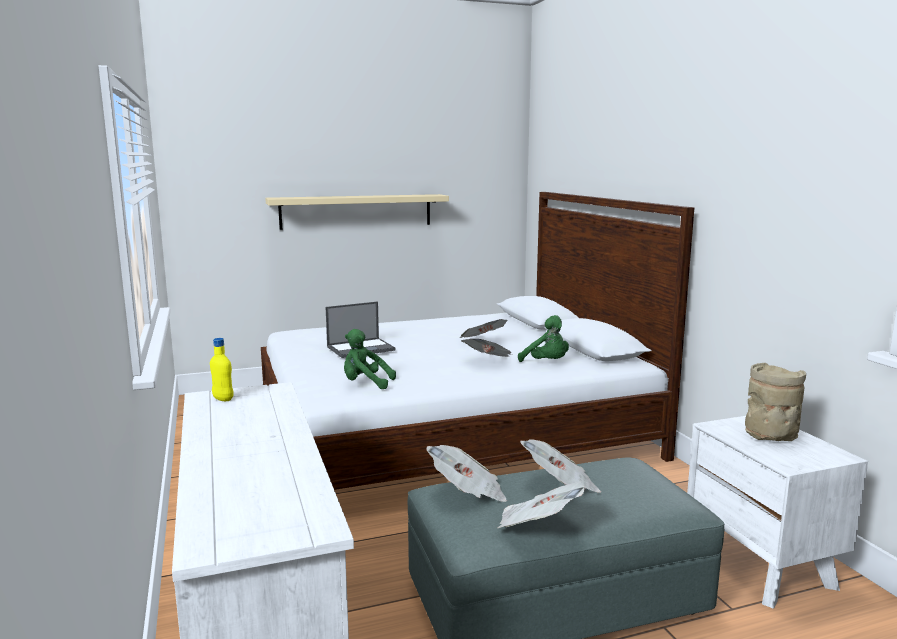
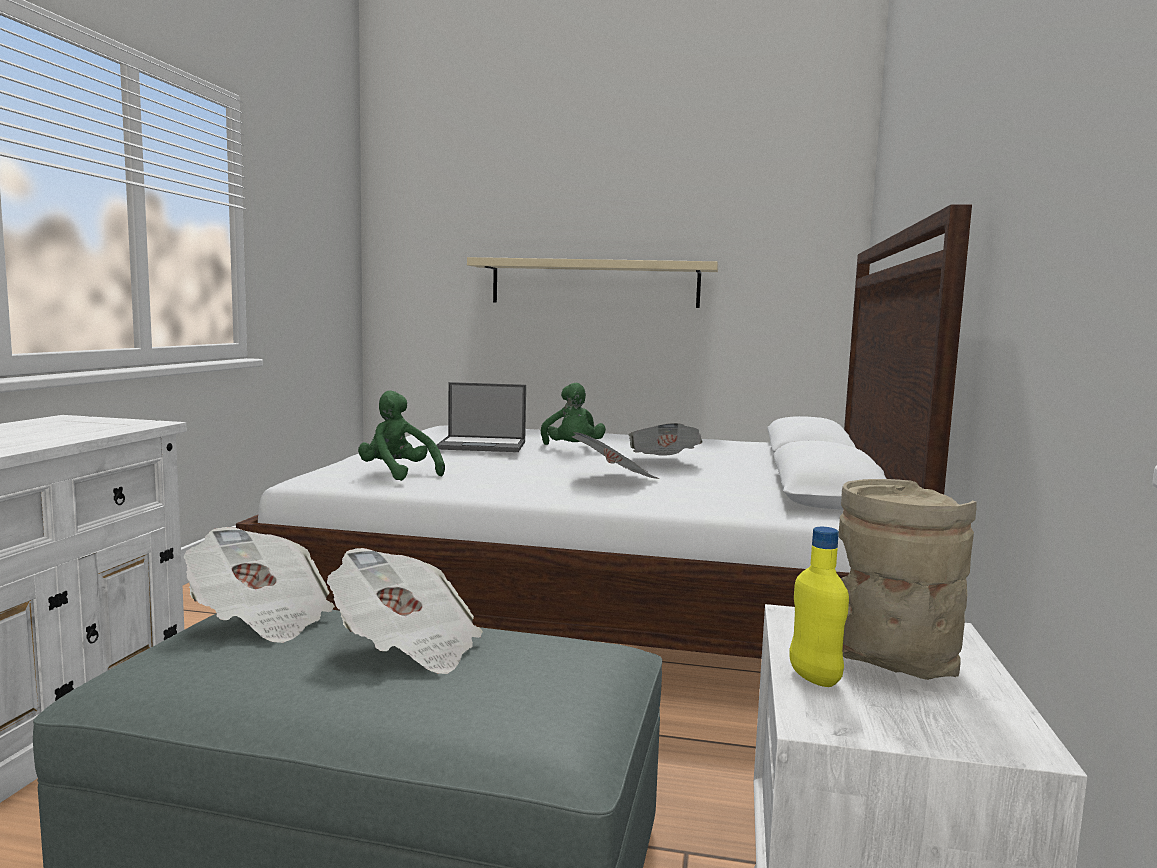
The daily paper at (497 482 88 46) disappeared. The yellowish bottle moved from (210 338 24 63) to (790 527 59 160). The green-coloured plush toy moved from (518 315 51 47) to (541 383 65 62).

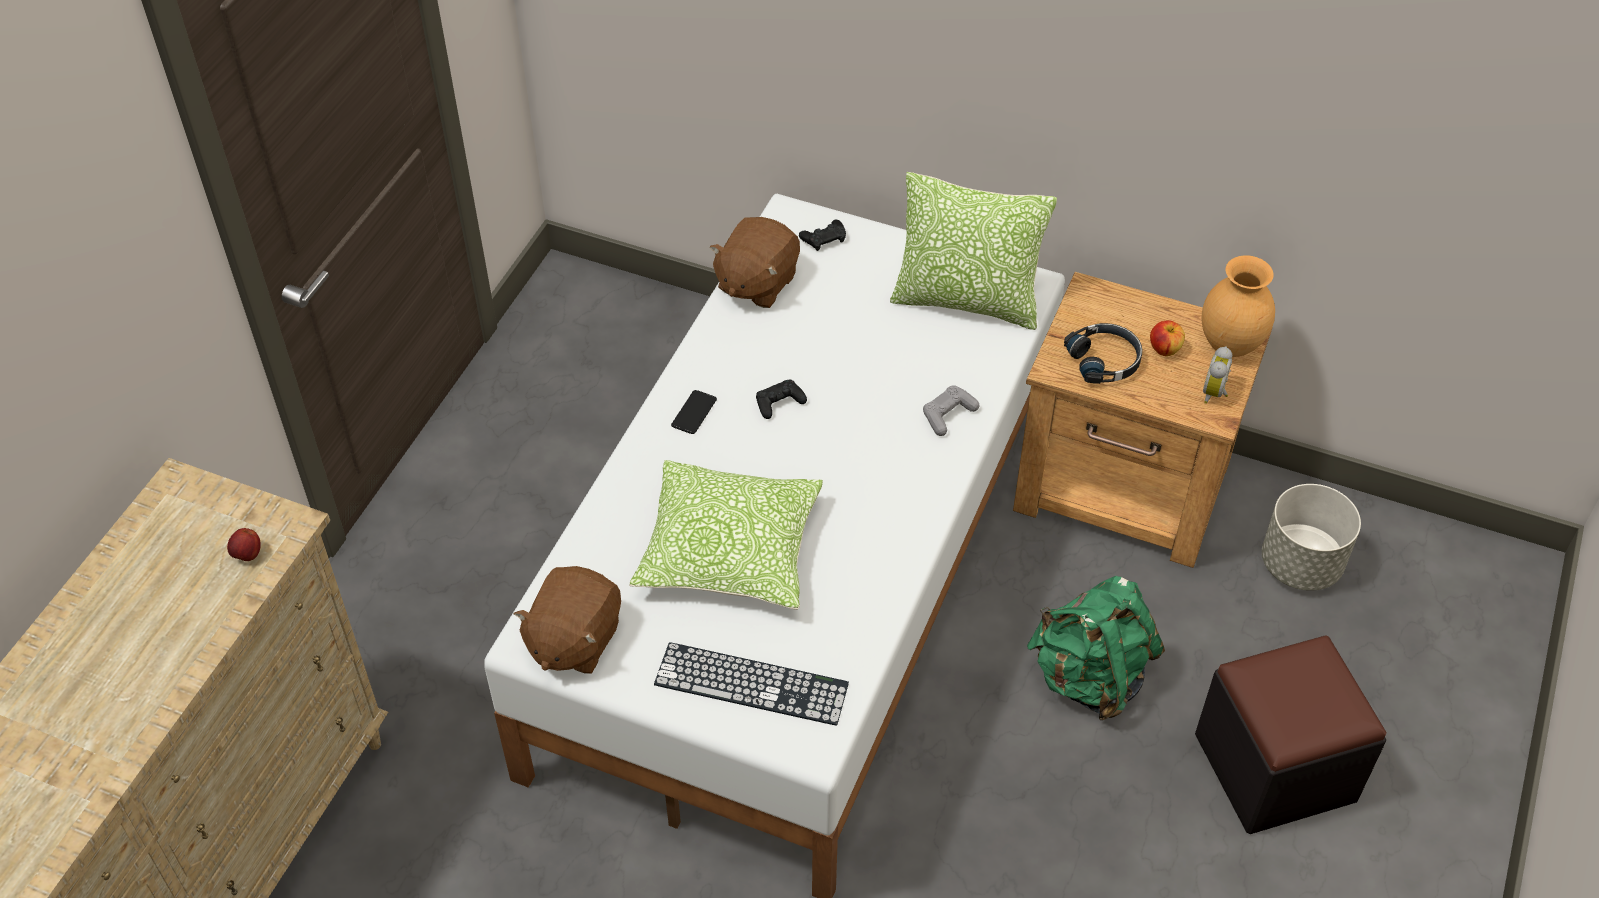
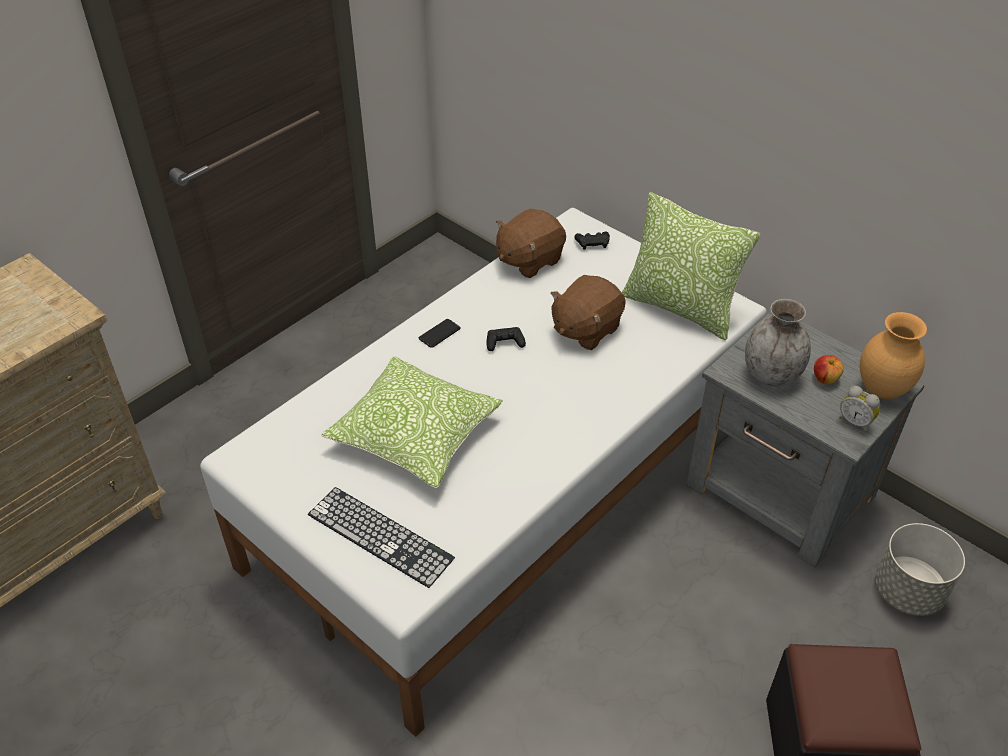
The whole apple at (227 528 34 33) disappeared. The gray joypad at (923 385 57 51) disappeared. The green-coloured knapsack at (1027 576 138 144) disappeared. The brown-coloured plush toy moved from (513 566 108 108) to (550 275 76 75). The black headset at (1064 323 78 61) was replaced by the gray decorative vase at (745 299 66 88). The brown-coloured nightstand at (1013 272 259 296) became the gray nightstand at (686 312 238 256). The bedside clock at (1203 347 29 57) turned 90 degrees counterclockwise.

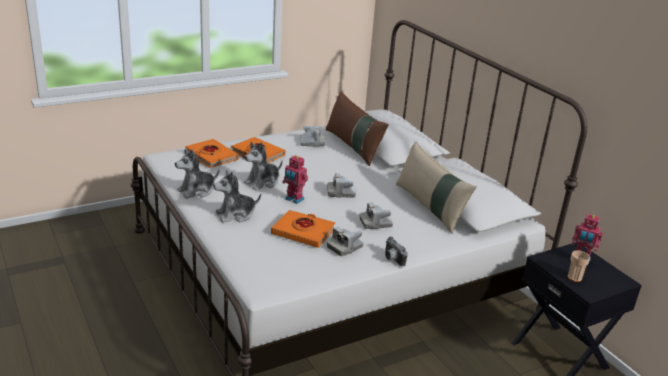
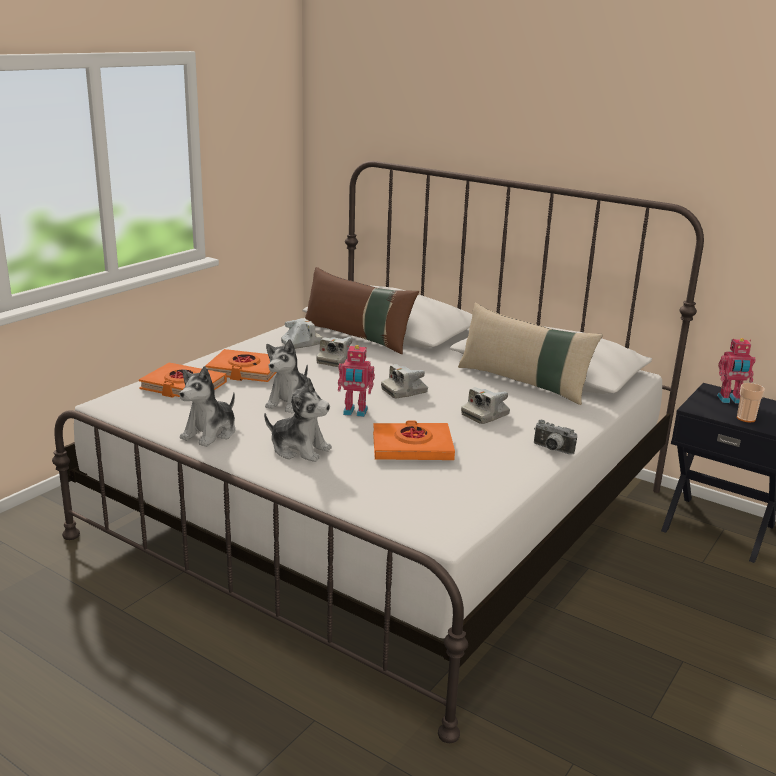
The photo camera moved from (327 227 37 29) to (316 337 37 30). The plush toy at (213 170 48 53) turned 105 degrees counterclockwise.

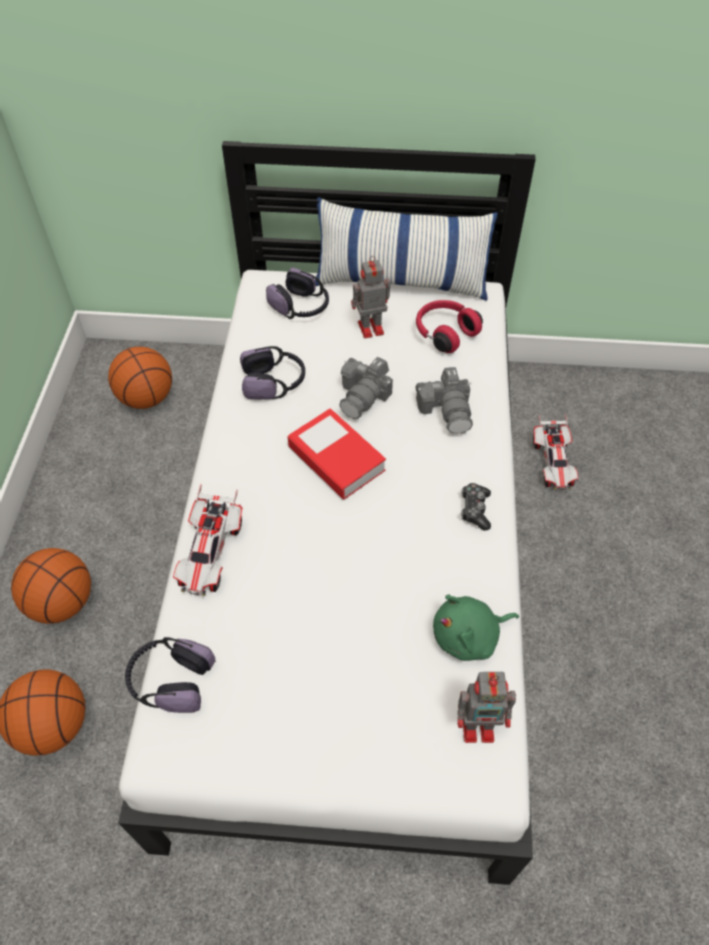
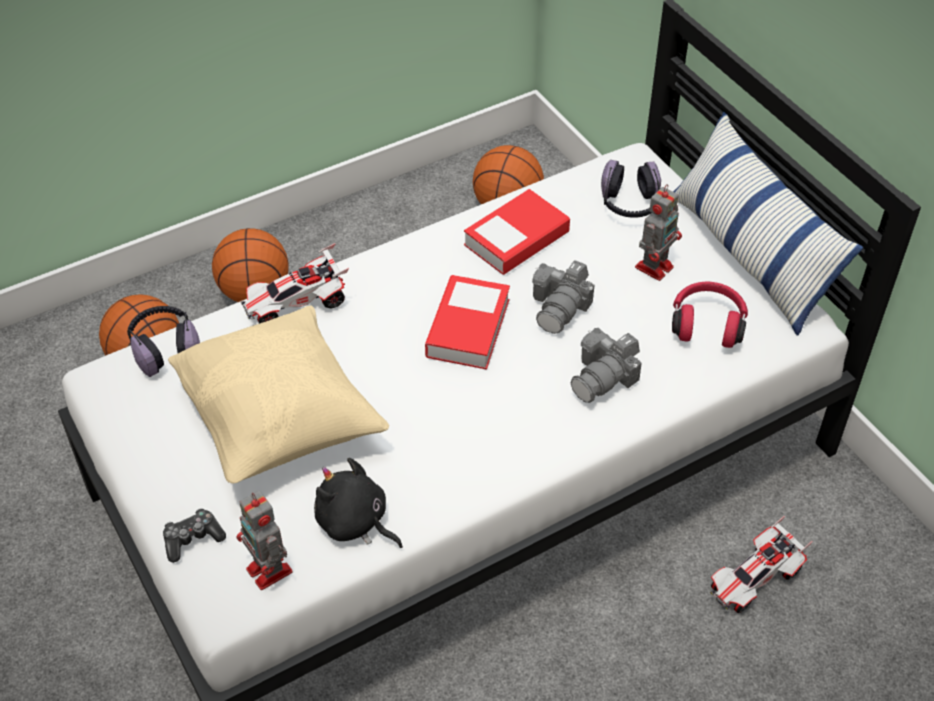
The sand-coloured pillow at (168 306 221 177) appeared. The joypad moved from (461 483 30 48) to (163 508 63 55). The headset at (240 346 65 53) was replaced by the book at (464 189 106 86). The green-coloured plush toy at (433 595 86 66) became the black plush toy at (314 458 89 90). The photo camera at (339 357 54 62) turned 60 degrees counterclockwise. The toy robot at (351 256 39 82) turned 90 degrees clockwise.

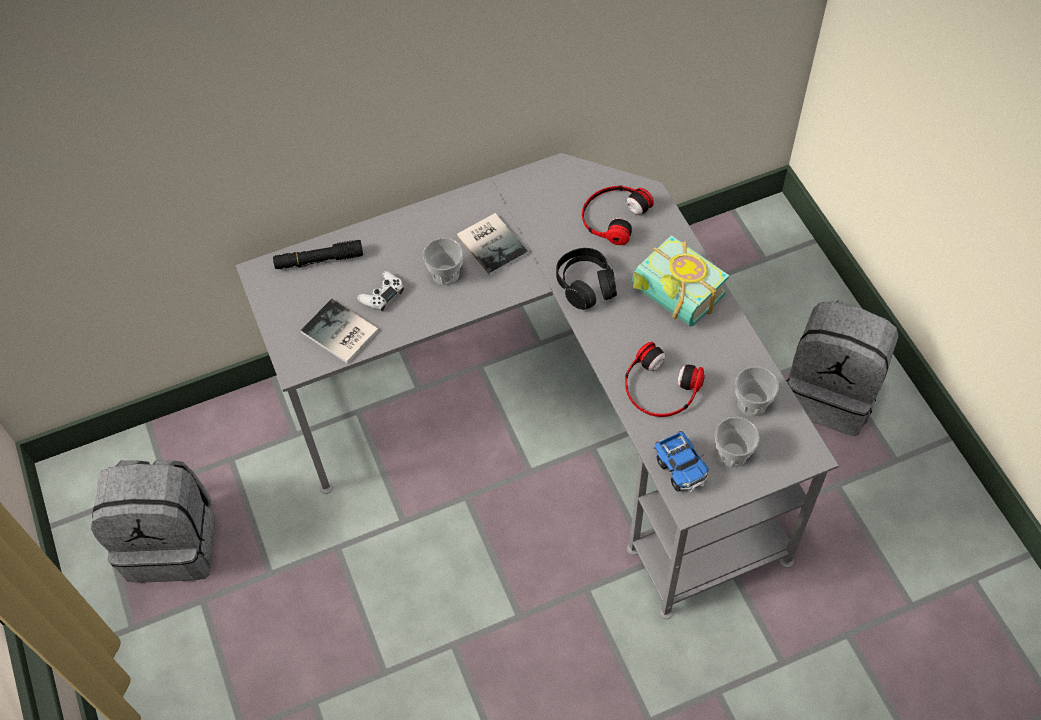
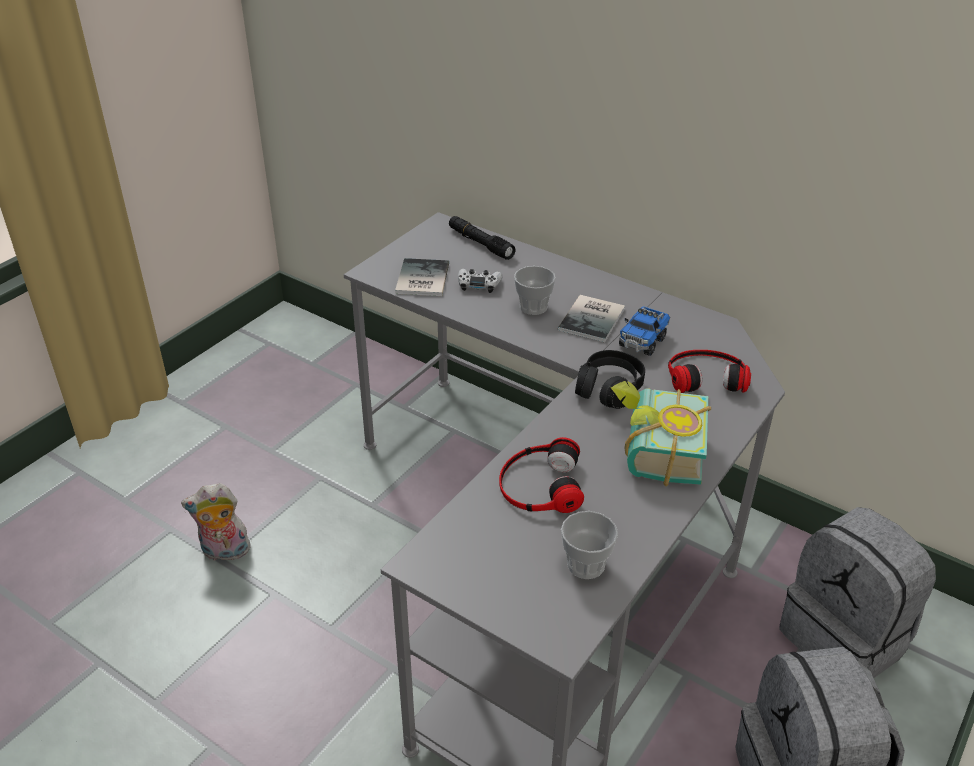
The small cup at (715 417 45 50) disappeared. The plush toy at (181 483 73 78) appeared. The gray knapsack moved from (91 460 124 123) to (779 507 157 171). The toy truck moved from (654 431 55 61) to (619 307 51 49).

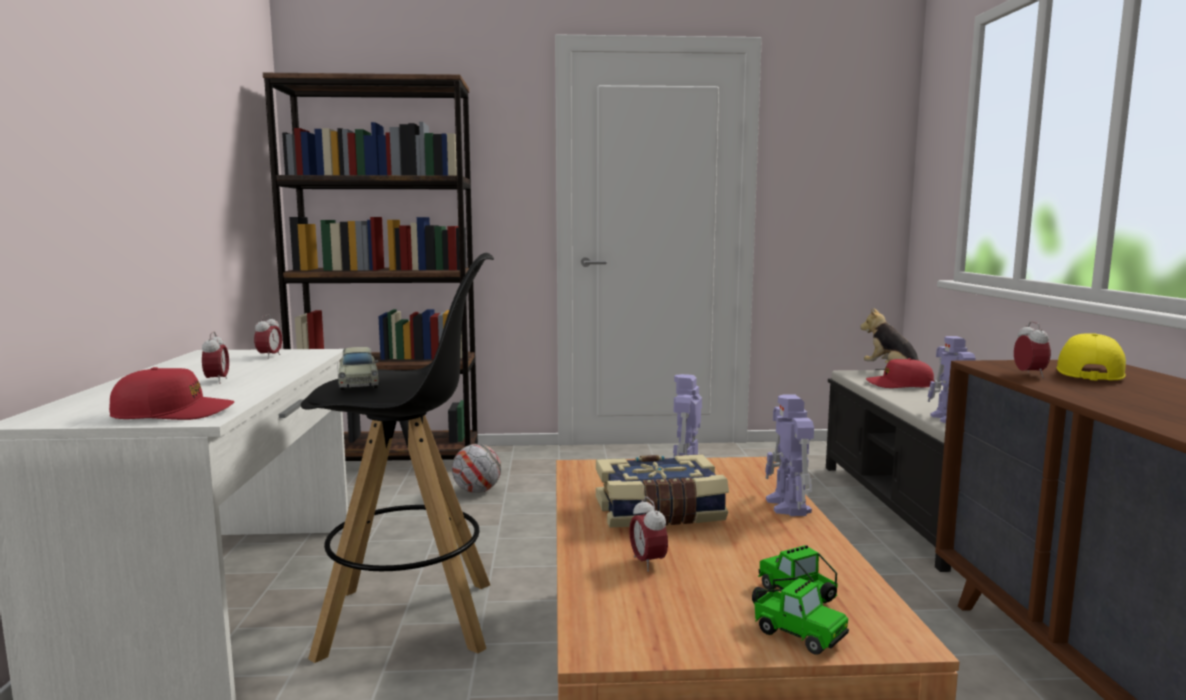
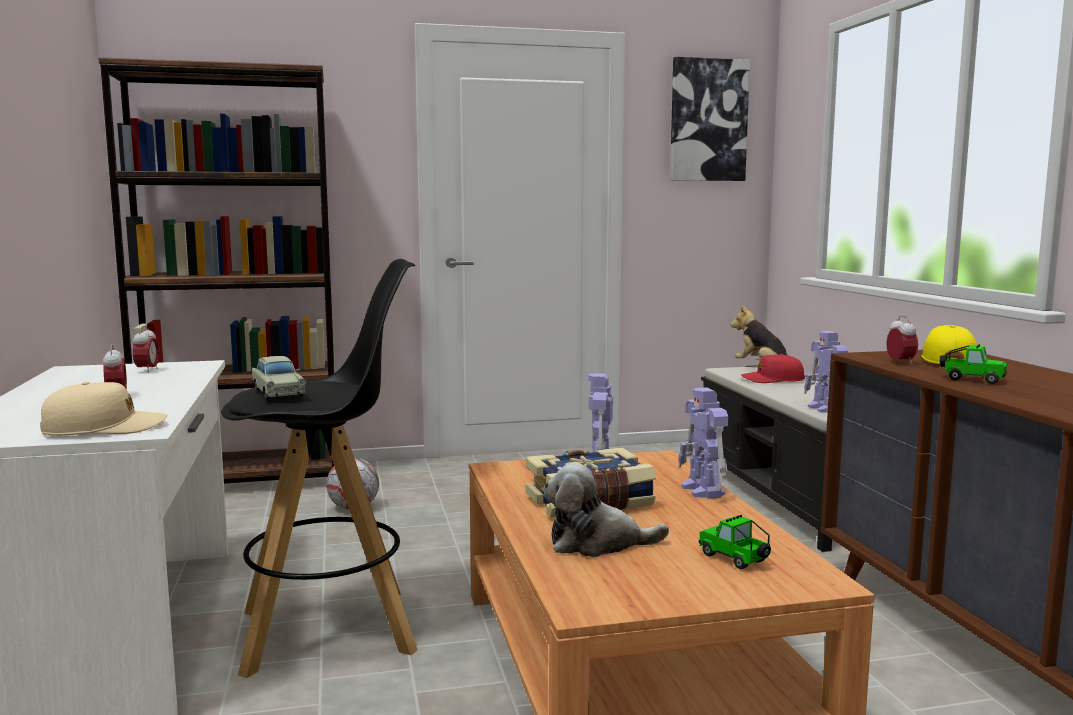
The wall art at (670 57 80 124) appeared. The model car moved from (752 578 97 77) to (940 344 67 40). The bedside clock at (629 496 39 76) was replaced by the plush toy at (543 462 126 95). The red-coloured cap at (109 367 126 53) became the sand-coloured cap at (40 382 127 54).

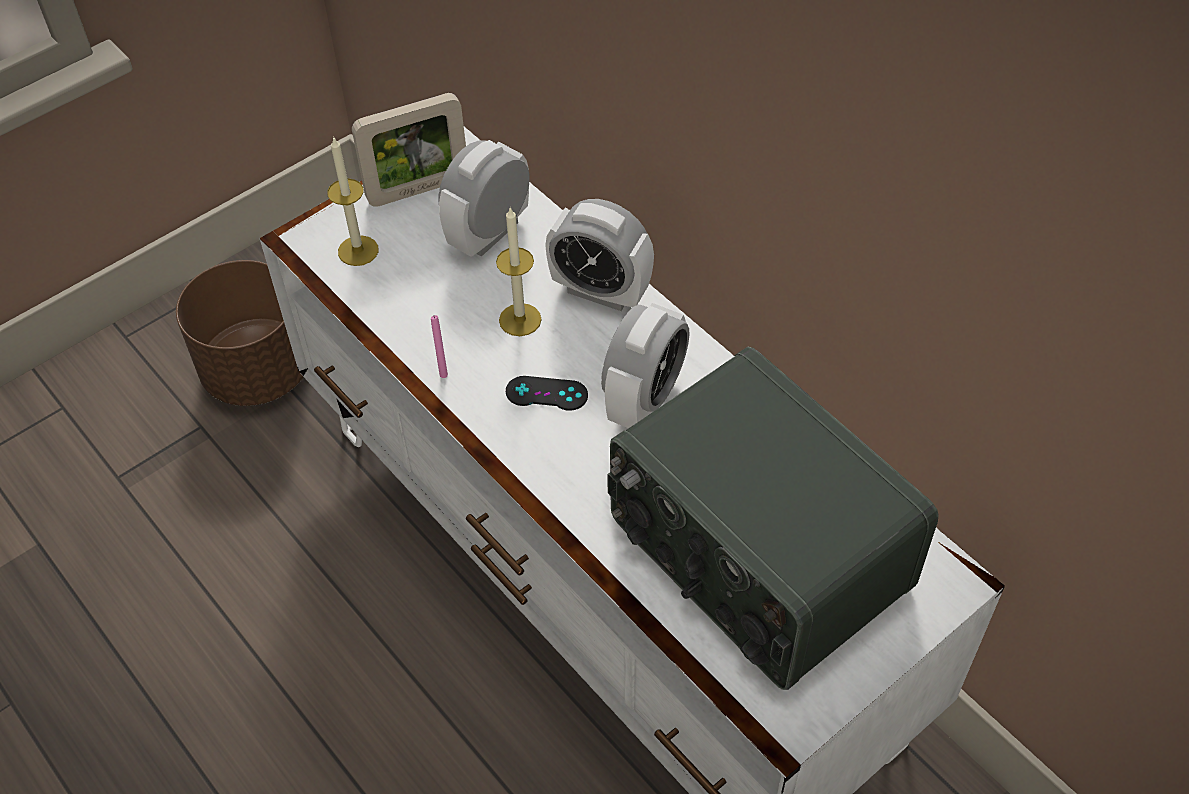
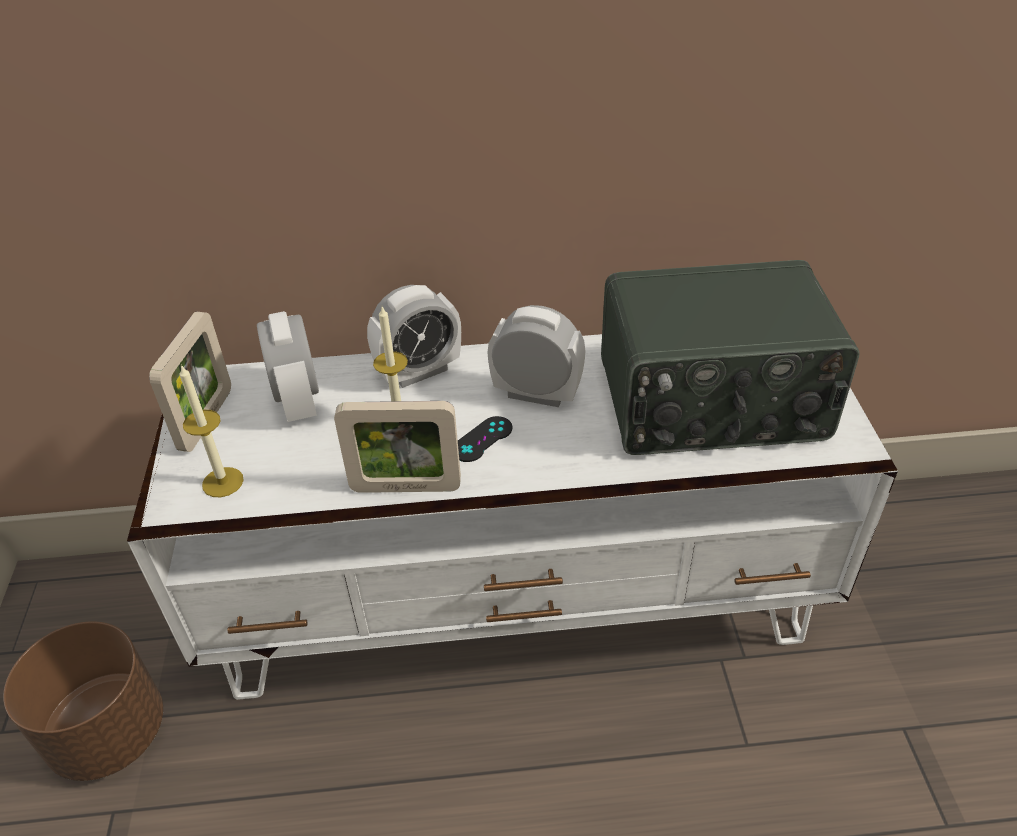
The pink-coloured wax light at (431 315 17 63) was replaced by the photo frame at (334 401 127 92). The bedside clock at (601 303 88 125) turned 45 degrees counterclockwise.

